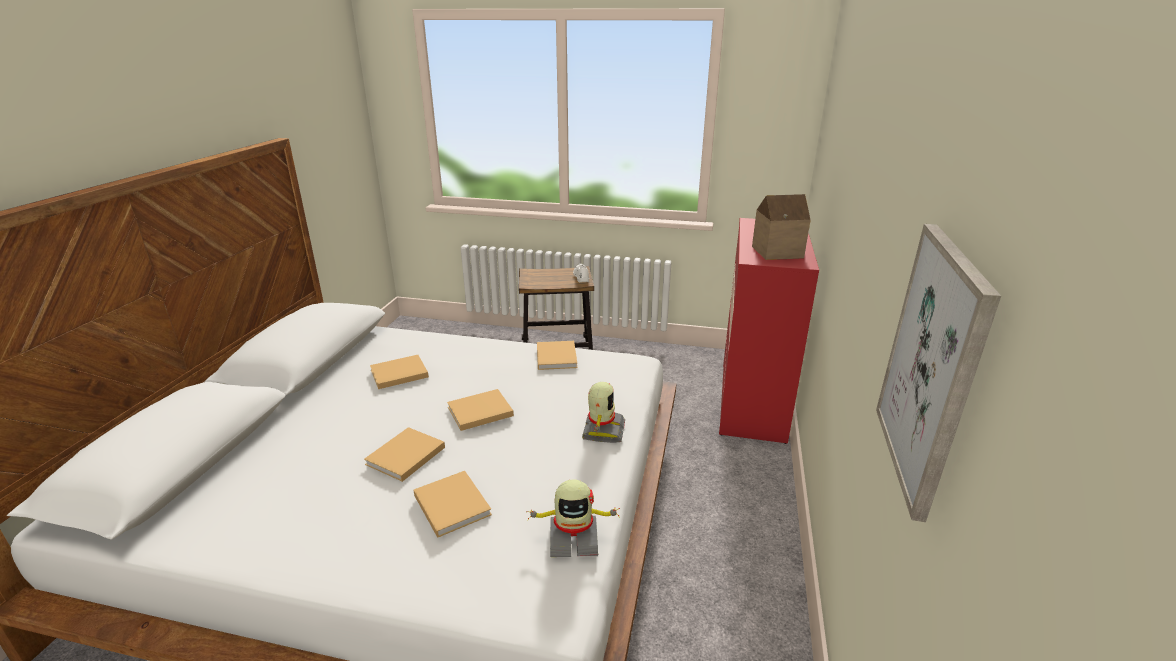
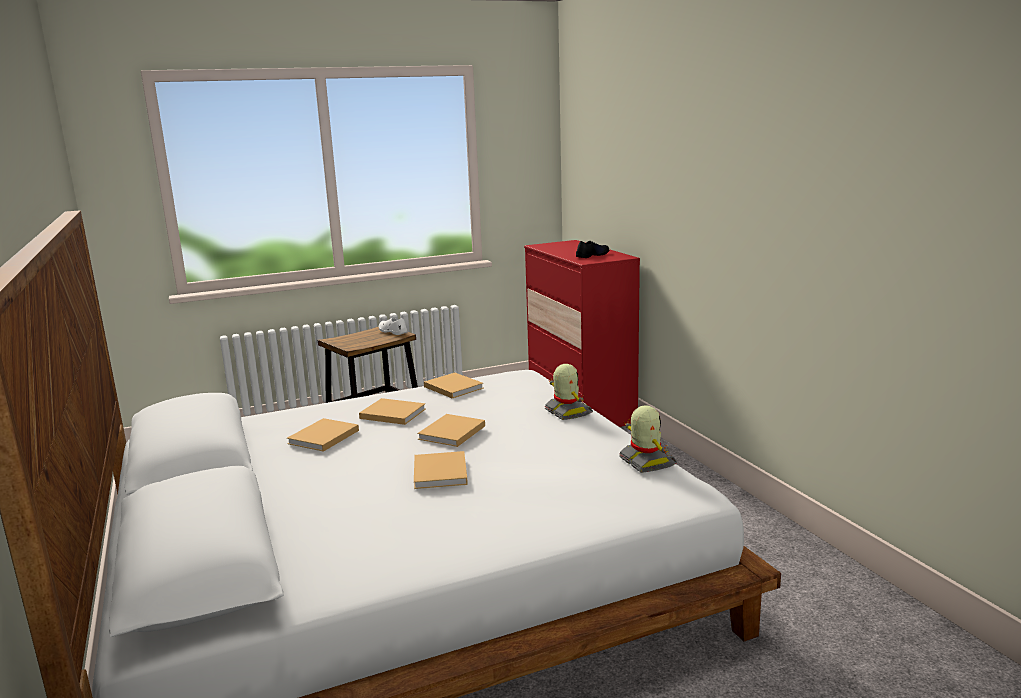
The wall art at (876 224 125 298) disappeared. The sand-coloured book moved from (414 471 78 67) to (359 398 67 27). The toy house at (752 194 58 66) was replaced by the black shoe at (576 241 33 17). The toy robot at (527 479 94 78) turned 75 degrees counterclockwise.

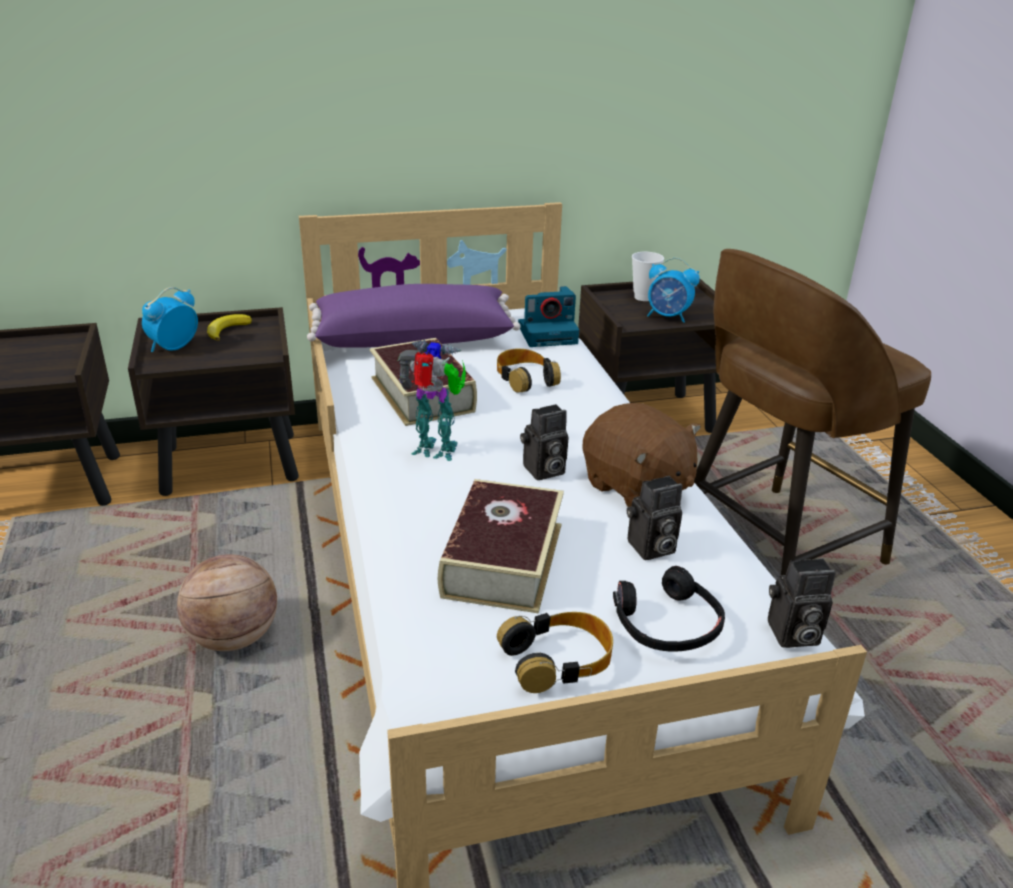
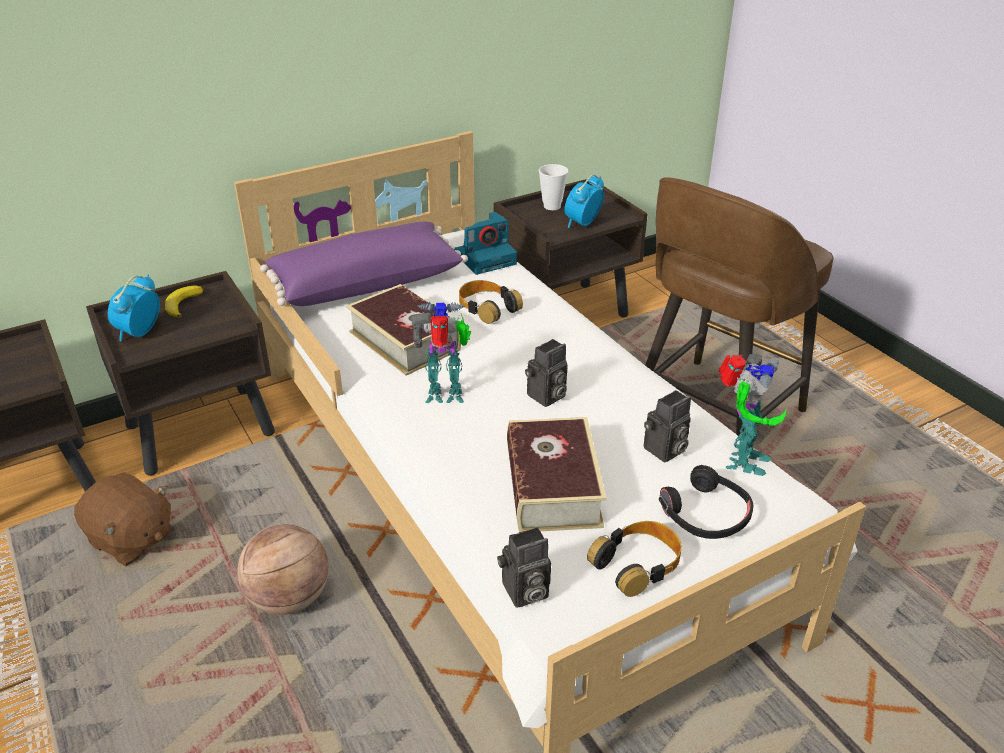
The toy robot at (718 353 69 123) appeared. The brown-coloured plush toy moved from (582 403 119 104) to (74 472 99 94). The photo camera moved from (768 558 68 90) to (497 527 54 81). The bedside clock at (647 257 53 66) turned 120 degrees clockwise.

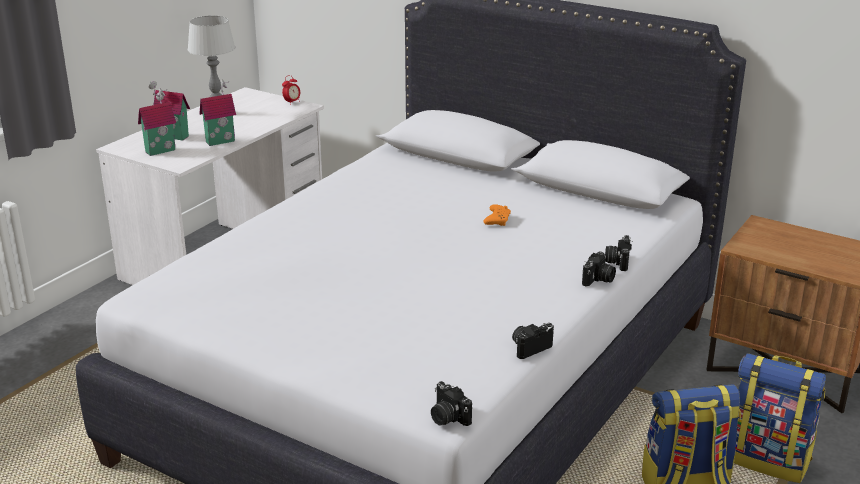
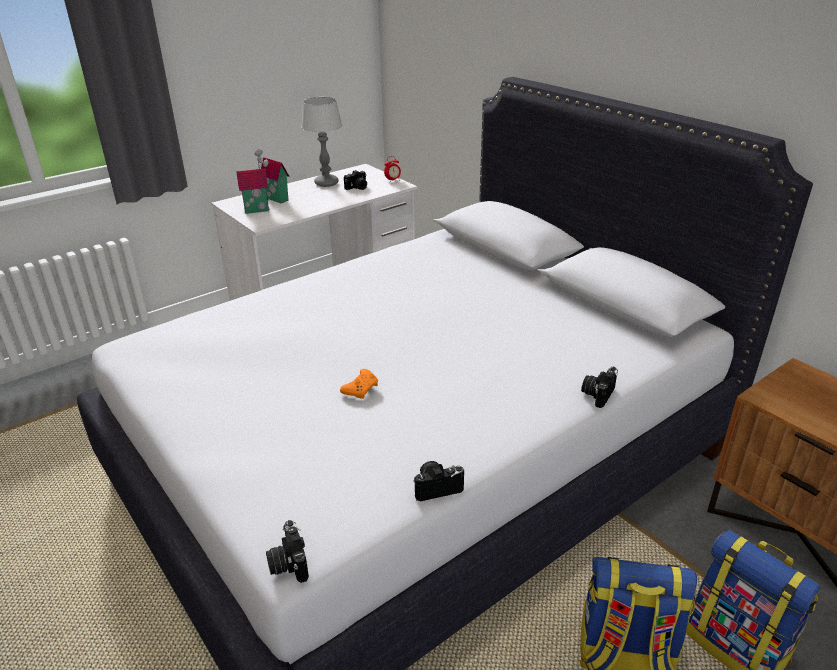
The toy house at (199 80 37 66) disappeared. The orange joypad moved from (484 204 27 22) to (340 369 38 30). The photo camera moved from (582 251 34 36) to (344 170 23 20).

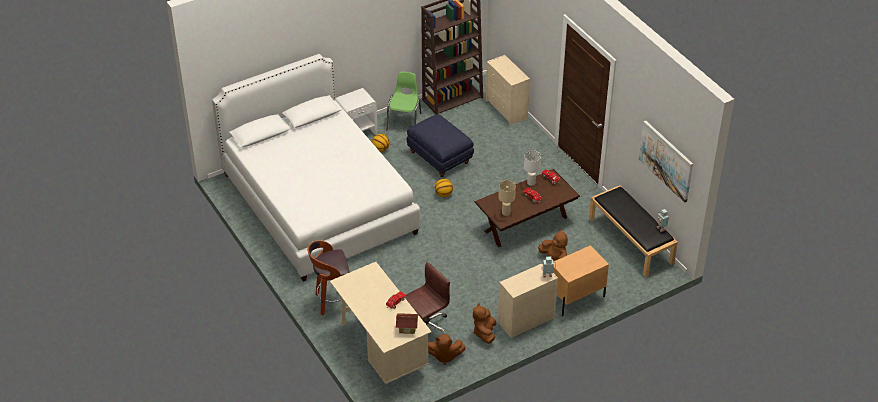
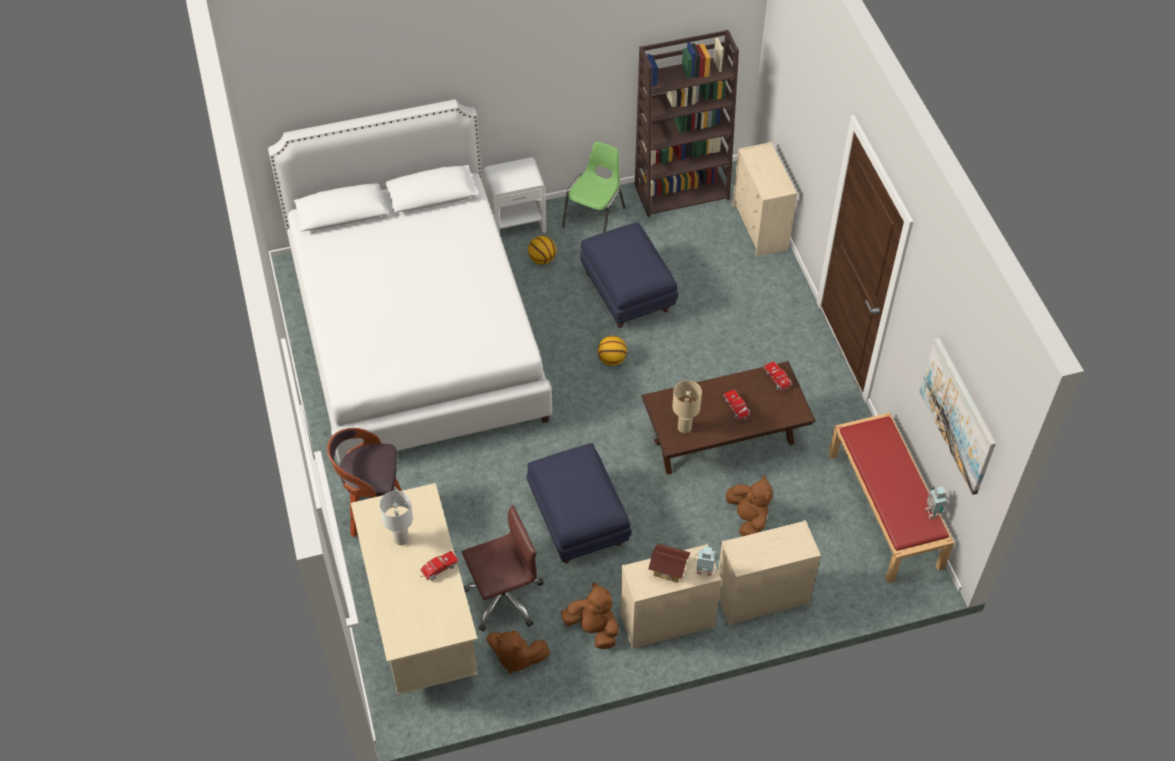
The blue pouffe at (527 443 105 120) appeared. The toy house moved from (396 313 22 21) to (648 543 43 39). The white-coloured tabletop lamp moved from (524 150 17 36) to (379 491 34 54). The sand-coloured nightstand at (553 245 56 71) was replaced by the sand-coloured drawer chest at (718 520 103 105). The black indoor bench at (589 185 89 92) became the red-coloured indoor bench at (829 413 125 171). The brown-coloured plush toy at (473 303 23 41) turned 105 degrees clockwise.

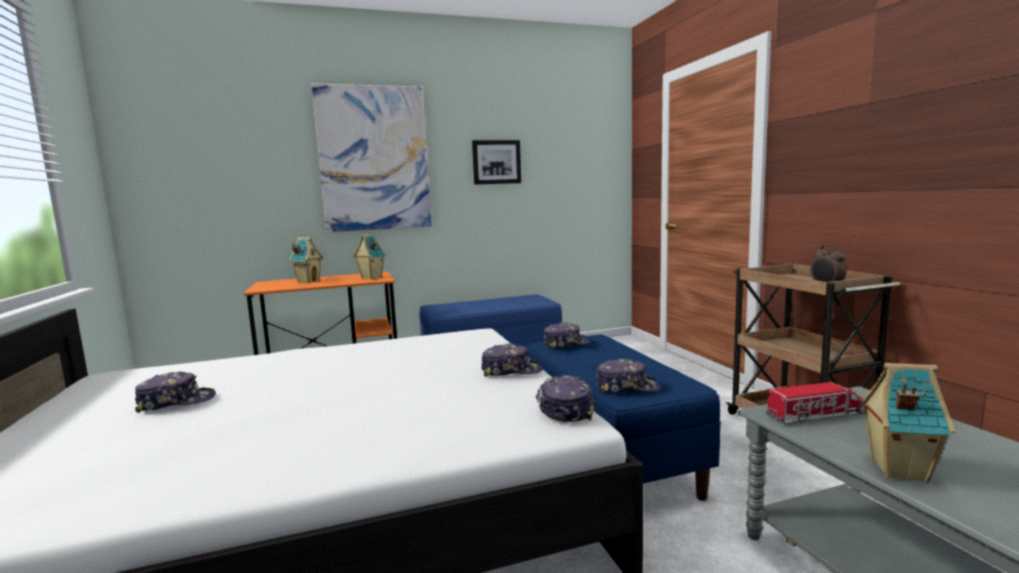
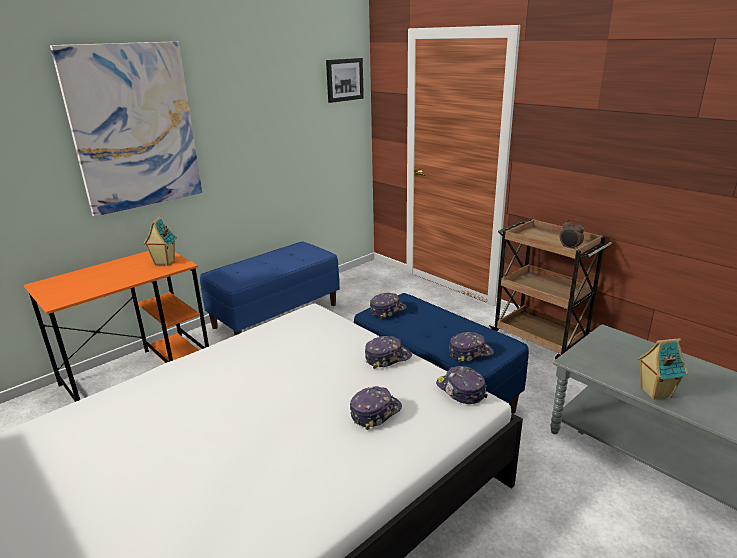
The toy house at (289 237 35 46) disappeared. The toy truck at (766 382 99 40) disappeared. The cap moved from (135 371 81 42) to (350 386 52 44). The wall art moved from (472 140 49 45) to (326 58 38 45).

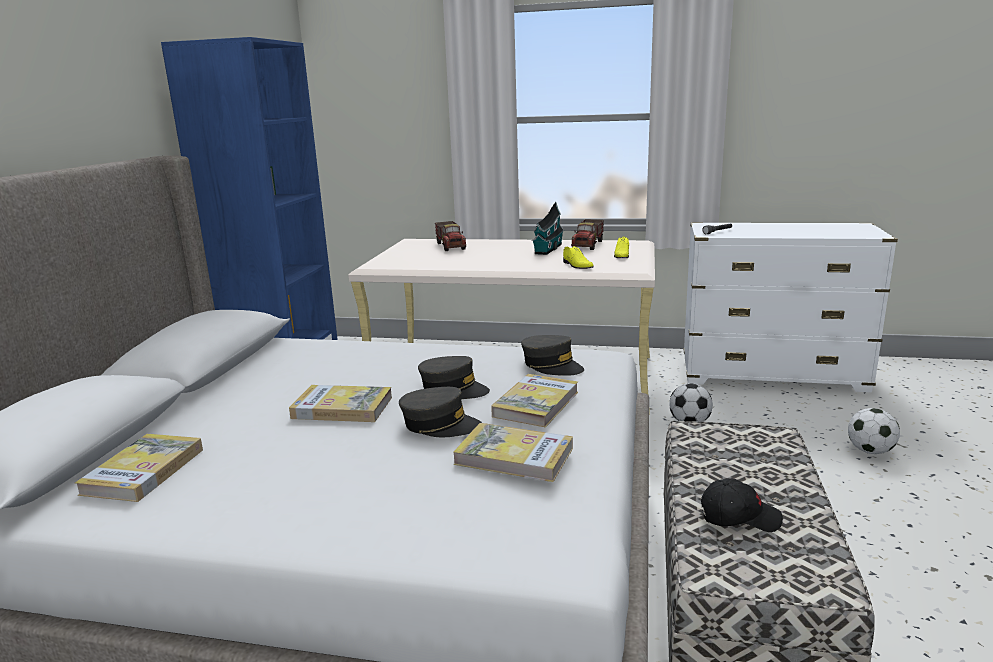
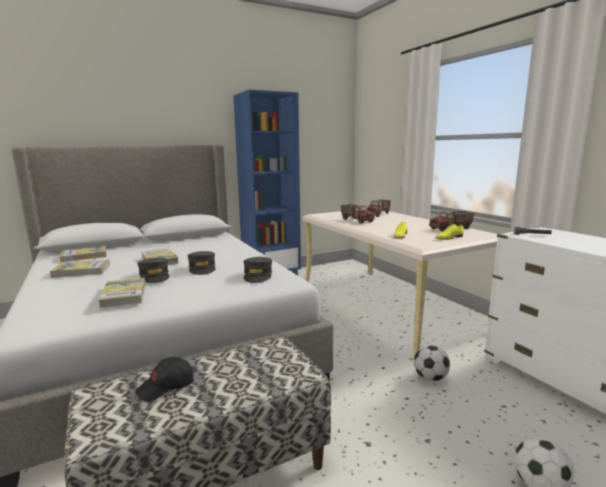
The toy house at (532 201 32 54) disappeared. The toy truck at (341 204 34 20) appeared. The book moved from (491 374 87 53) to (50 259 60 19). The black cap at (701 478 82 54) turned 90 degrees clockwise.

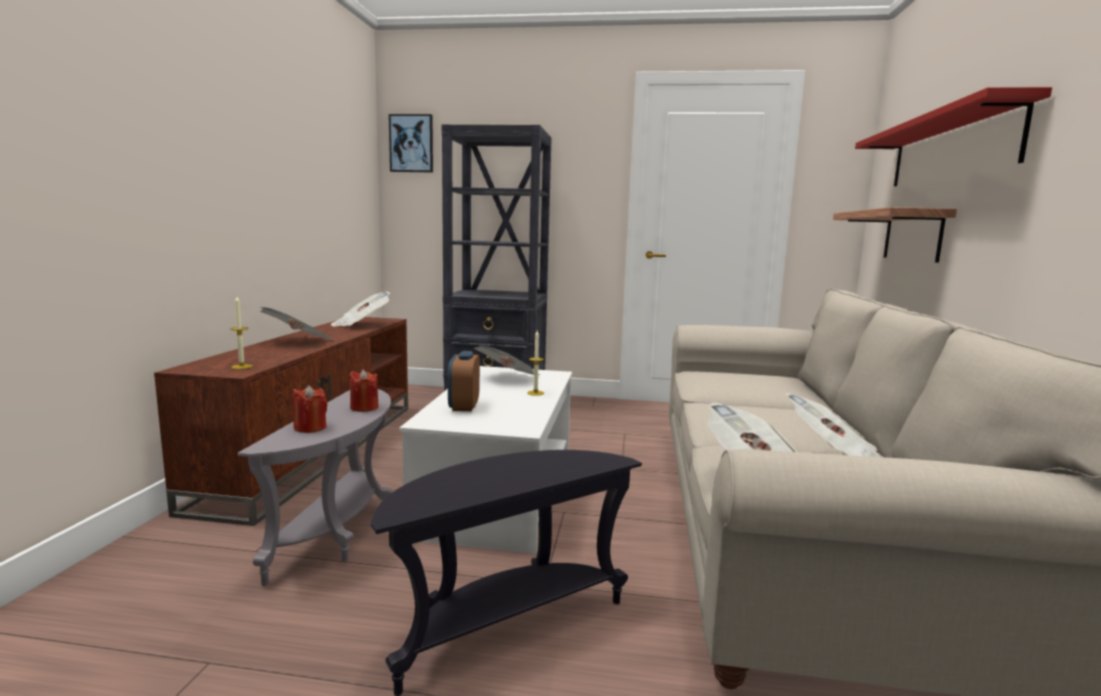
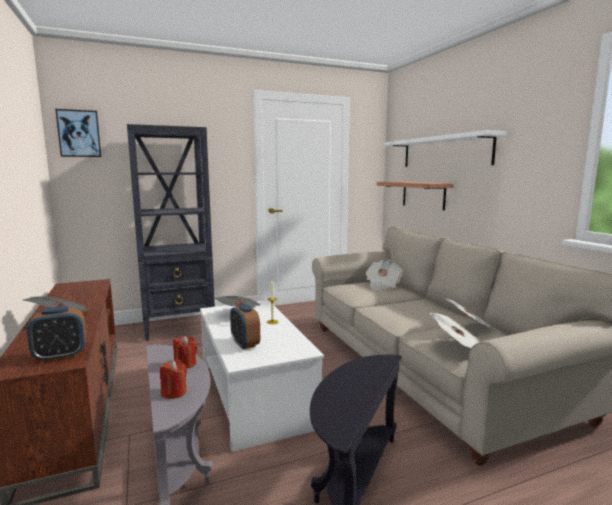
The daily paper moved from (331 291 59 36) to (365 259 39 31). The wax light at (230 296 23 73) was replaced by the bedside clock at (27 306 59 56). The red-coloured shelf at (855 87 197 99) became the white-coloured shelf at (385 130 122 37).

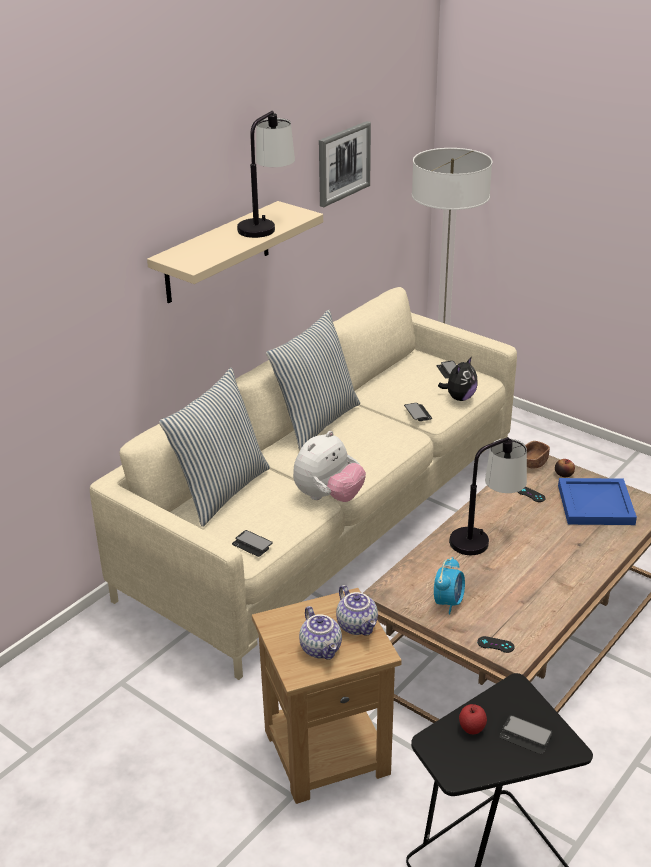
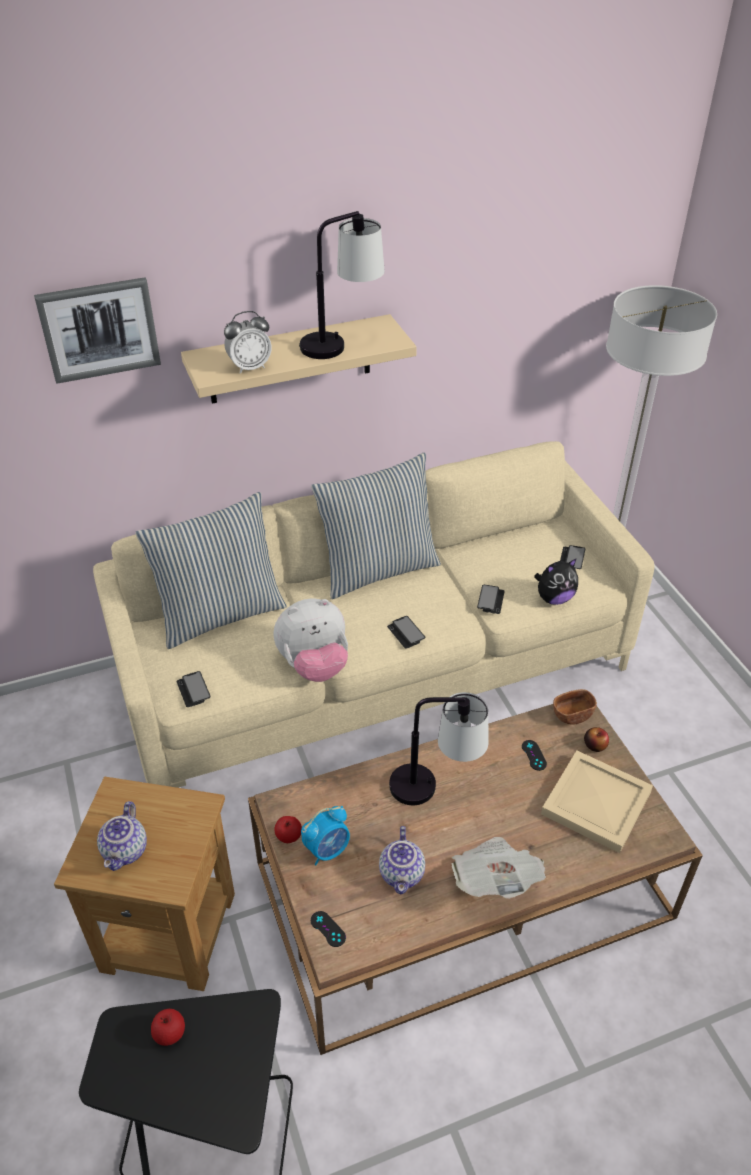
The bedside clock at (224 311 48 63) appeared. The whole apple at (275 816 27 27) appeared. The daily paper at (452 837 94 62) appeared. The wall art moved from (319 121 52 86) to (34 277 127 107). The teapot moved from (336 585 42 51) to (379 826 46 68). The phone moved from (499 715 53 39) to (387 616 38 32). The blue carrying tray at (558 478 79 47) became the sand-coloured carrying tray at (541 750 112 103).

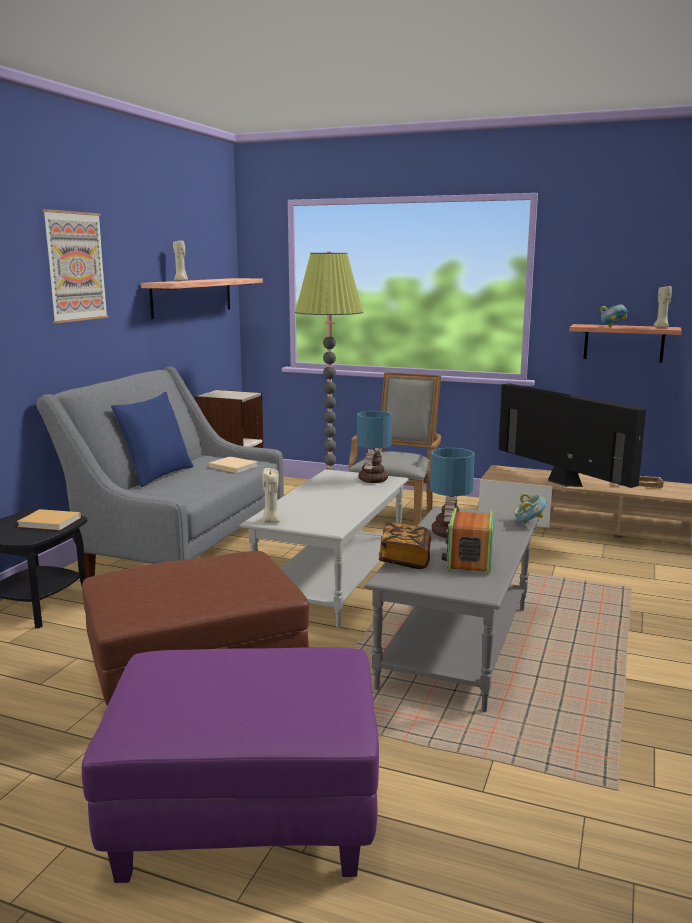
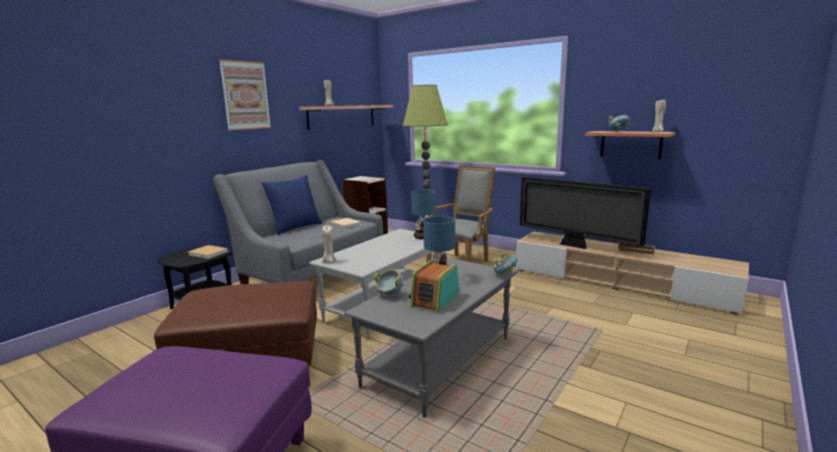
The book at (379 523 52 46) was replaced by the deep dish at (374 269 30 28). The TV set at (498 383 148 105) turned 150 degrees clockwise.

